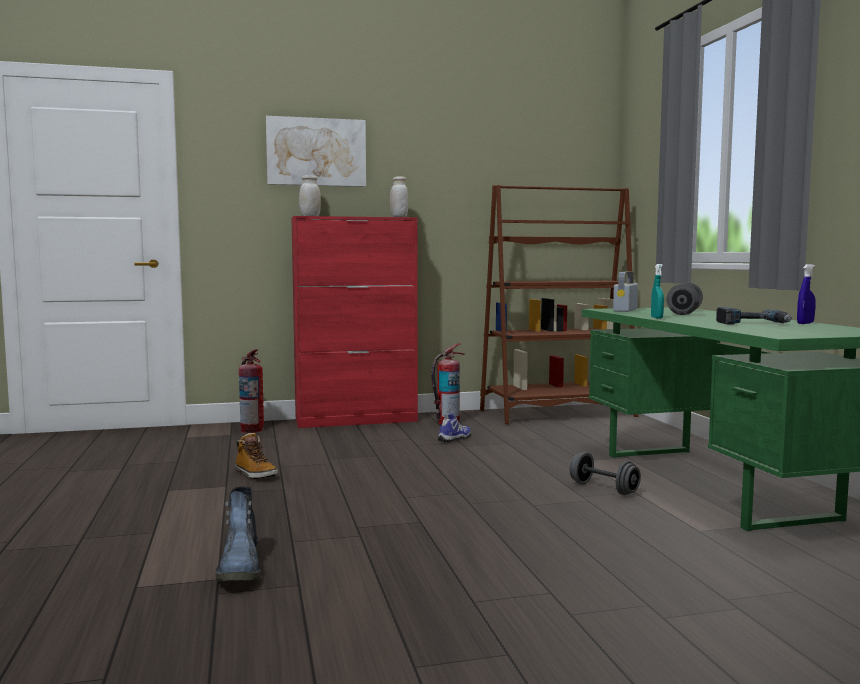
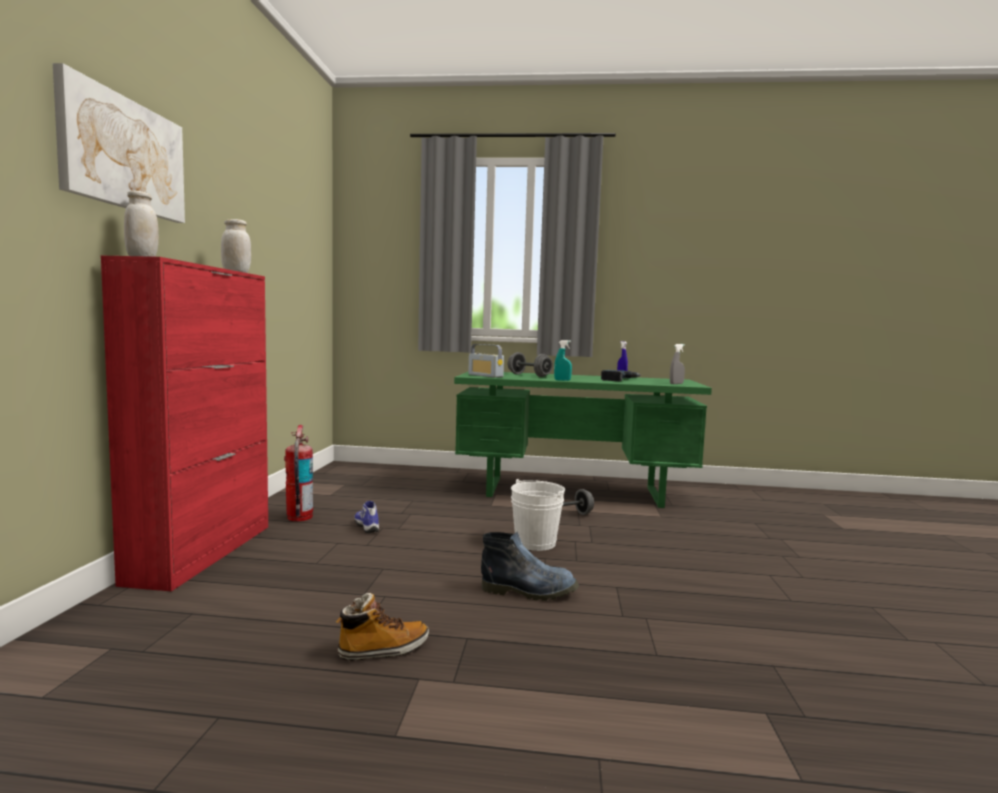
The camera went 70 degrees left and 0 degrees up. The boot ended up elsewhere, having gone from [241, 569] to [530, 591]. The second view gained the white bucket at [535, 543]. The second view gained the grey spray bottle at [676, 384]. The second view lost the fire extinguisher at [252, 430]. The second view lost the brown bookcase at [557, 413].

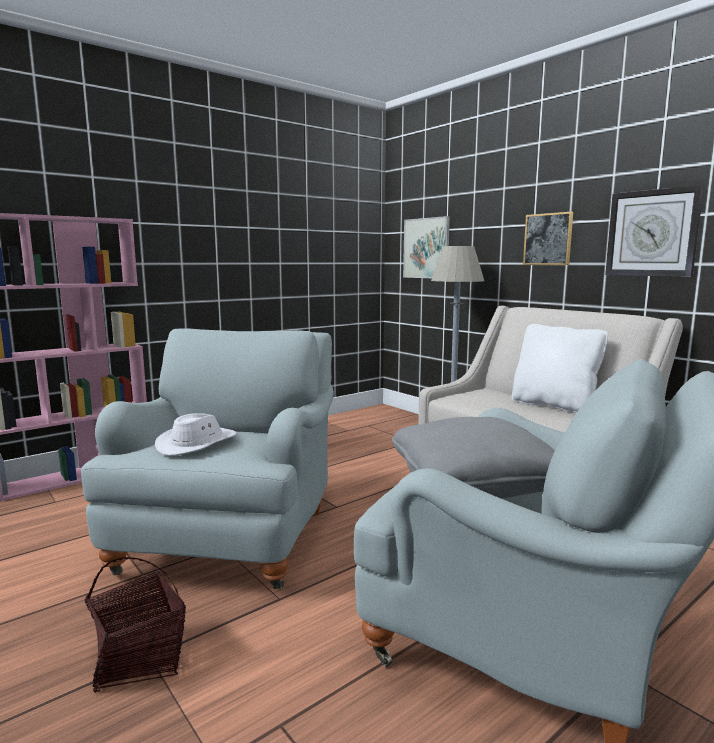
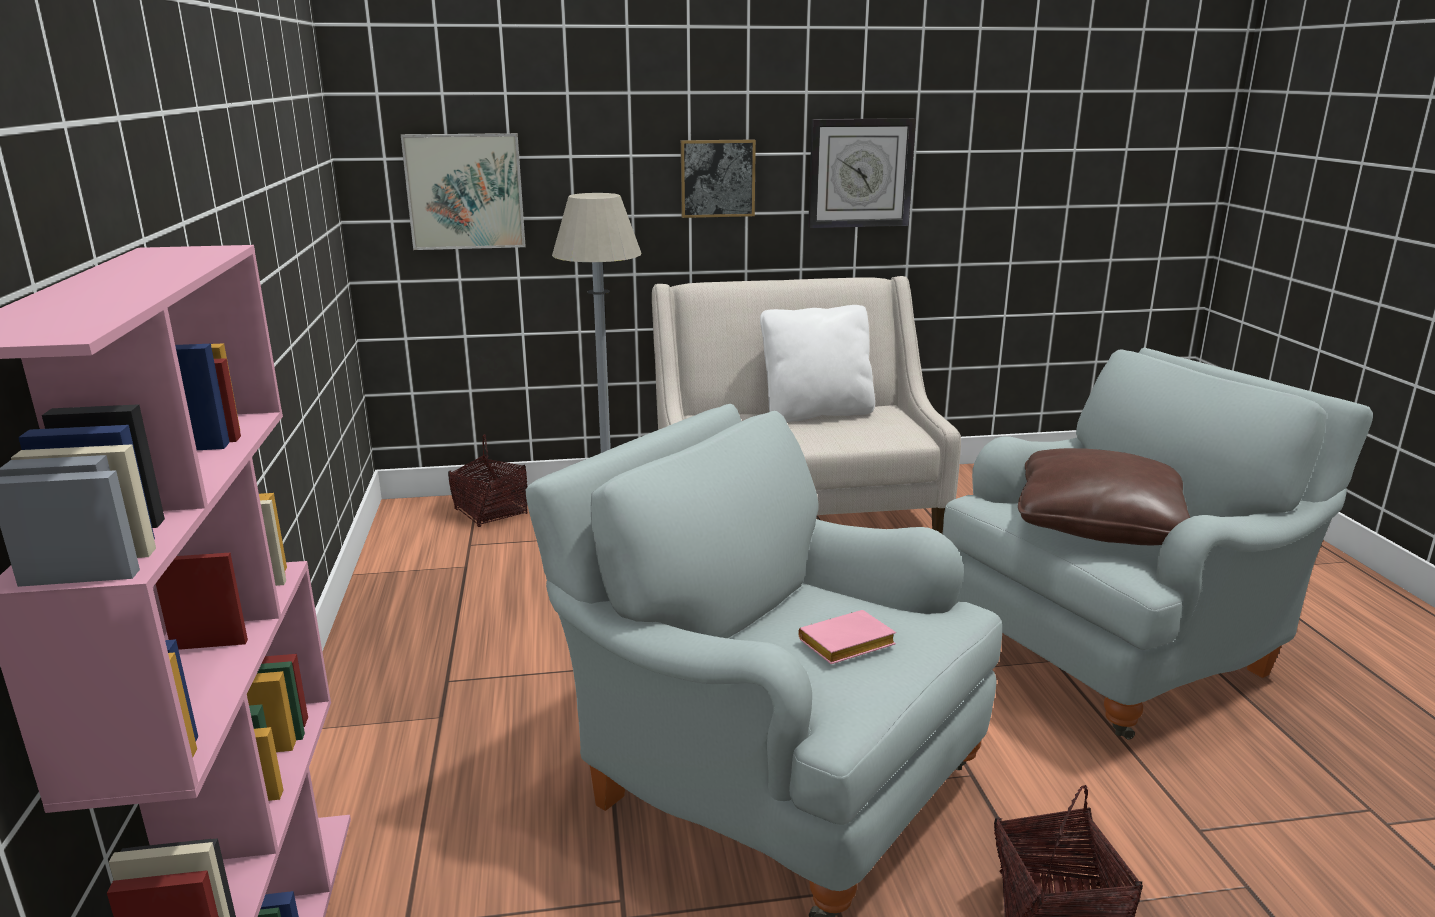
The camera went 60 degrees left and 10 degrees up. The second view gained the basket at [491, 512]. Where the white hat stood at [197, 443], the pink book came to stand at [846, 646]. What was the grey pillow at [473, 484] turned into the brown pillow at [1098, 524].

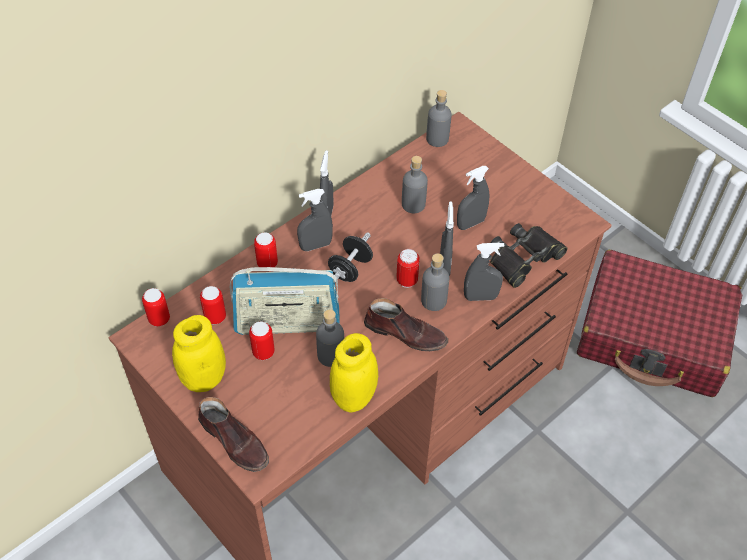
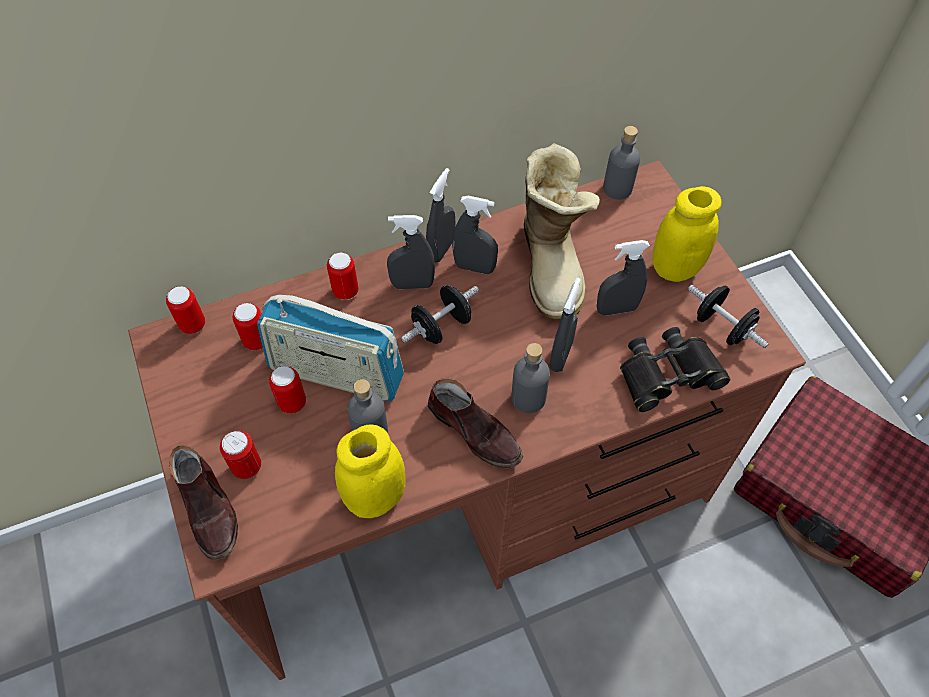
The camera went 20 degrees right and 5 degrees up. The can ended up elsewhere, having gone from [407, 281] to [247, 467]. The grey spray bottle ended up elsewhere, having gone from [480, 297] to [474, 267]. Where the grey bottle stood at [413, 204], the boot came to stand at [553, 264]. The yellow jar ended up elsewhere, having gone from [204, 378] to [675, 268]. The second view gained the black dumbbell at [722, 327].

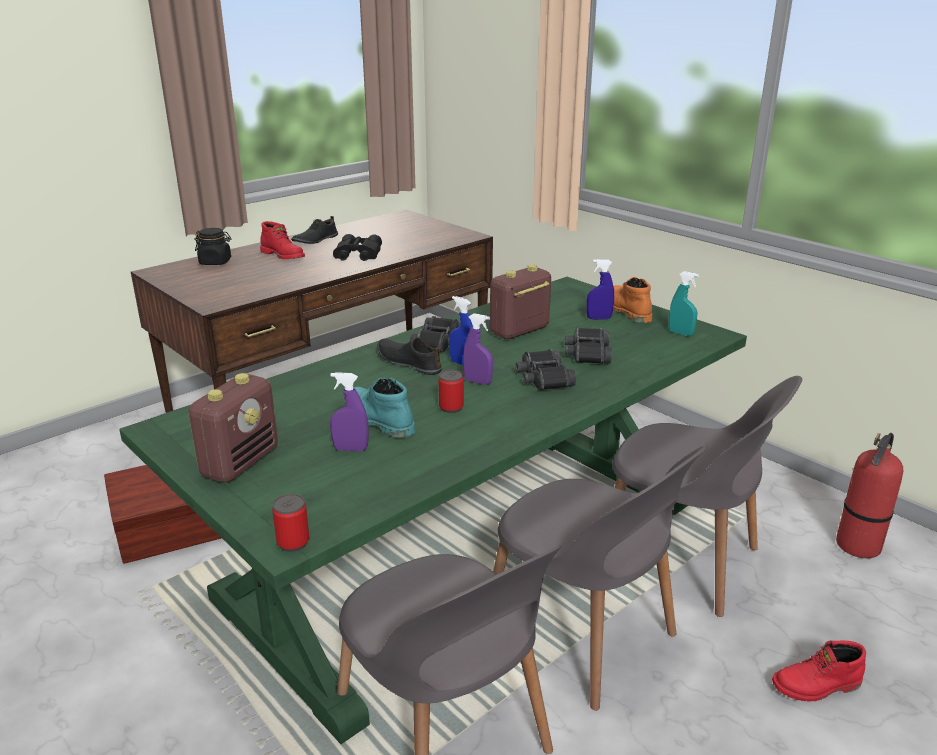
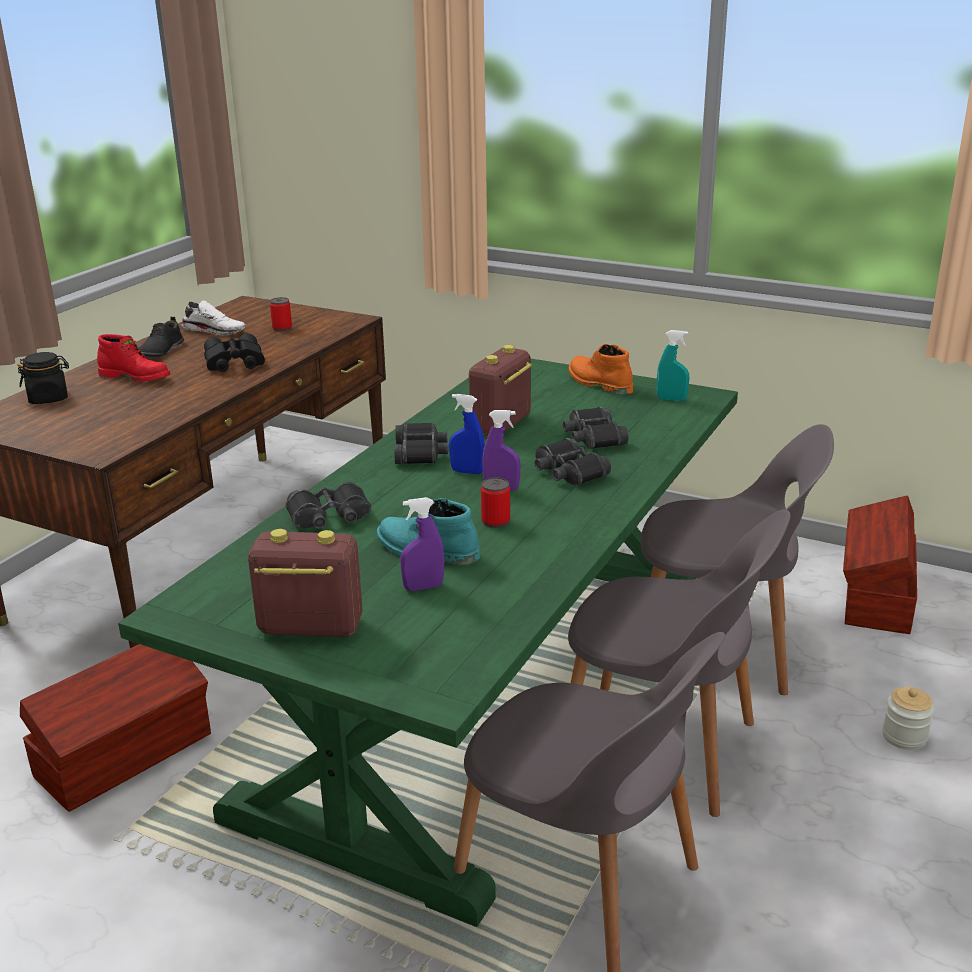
The camera went 20 degrees left and 0 degrees up. The second view gained the white shoe at [215, 330]. The radio at [240, 462] ended up facing another way, 90 degrees counterclockwise from before. The can ended up elsewhere, having gone from [293, 542] to [282, 328]. The second view gained the black binoculars at [329, 517]. Where the fire extinguisher stood at [858, 546], the brown storage box came to stand at [875, 595]. Where the red boot stood at [816, 687], the jar came to stand at [904, 737]. The second view lost the black shoe at [408, 362]. The second view lost the blue spray bottle at [599, 318].

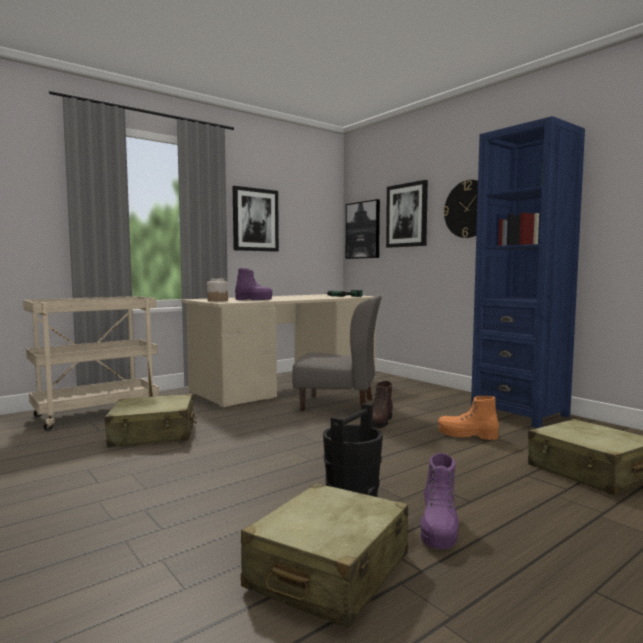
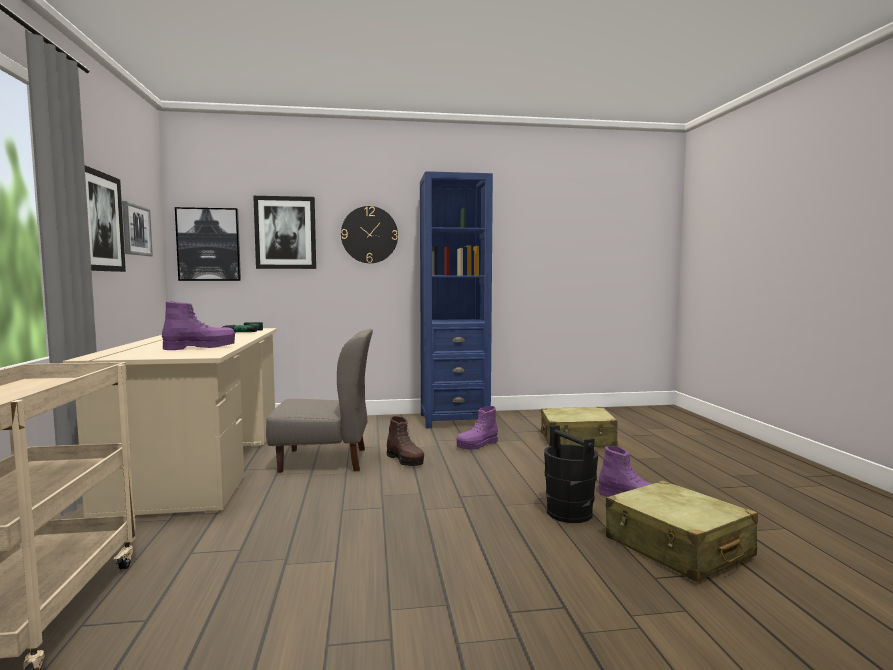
The camera went 60 degrees left and 0 degrees up. The second view gained the picture at [136, 230]. The grey chair at [338, 404] ended up facing another way, 45 degrees clockwise from before. What was the orange boot at [467, 435] turned into the purple boot at [477, 445]. The second view lost the beige suitcase at [153, 434]. The second view lost the jar at [217, 301].

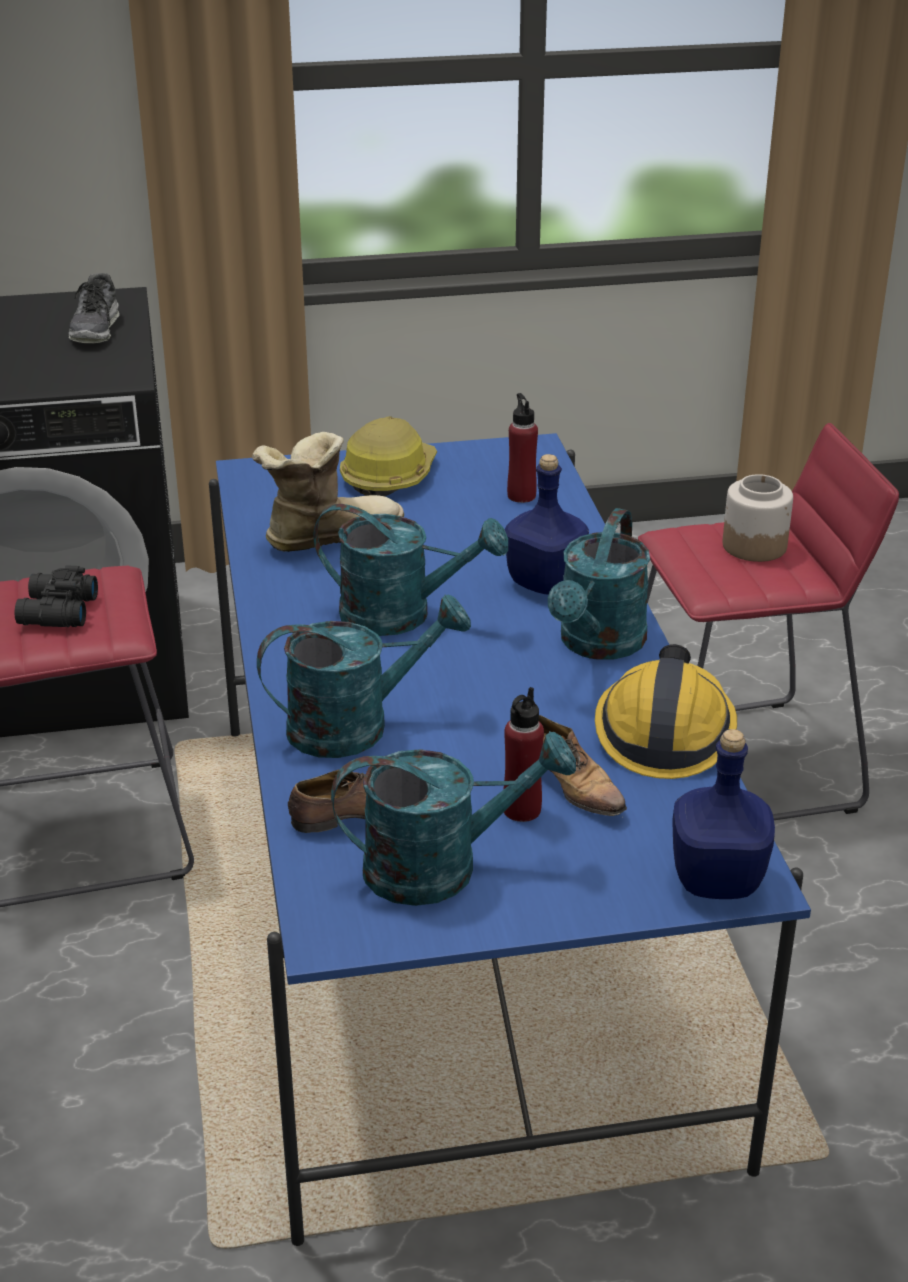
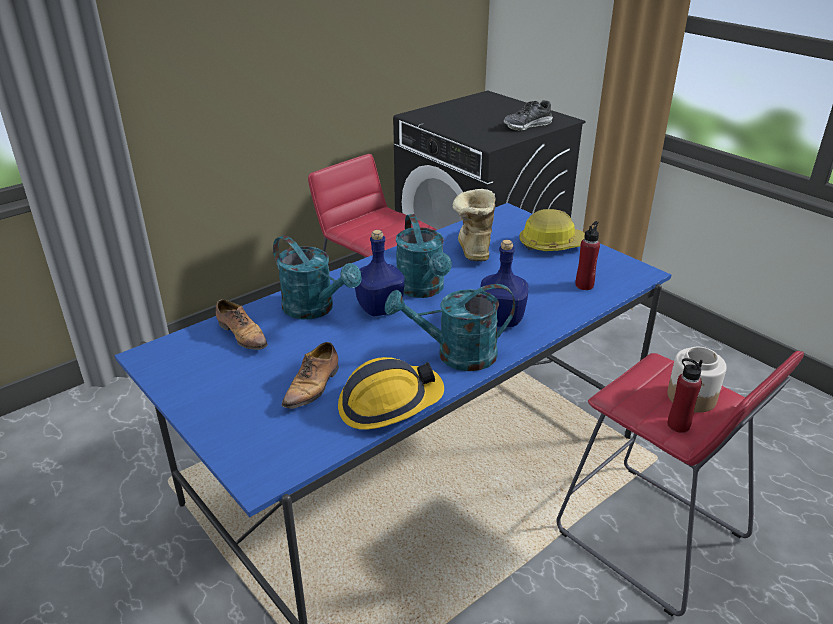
The camera went 60 degrees right and 0 degrees up. The blue bottle ended up elsewhere, having gone from [715, 880] to [379, 308]. The boot at [328, 536] ended up facing another way, 120 degrees counterclockwise from before. The red bottle ended up elsewhere, having gone from [521, 810] to [678, 425]. The second view lost the black binoculars at [56, 612]. The second view lost the turquoise watering can at [441, 866].

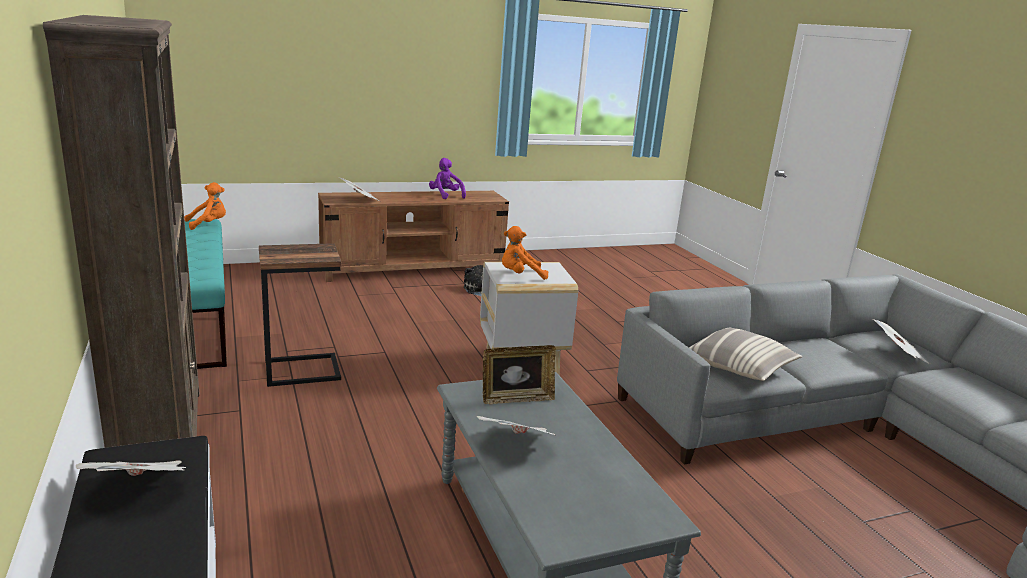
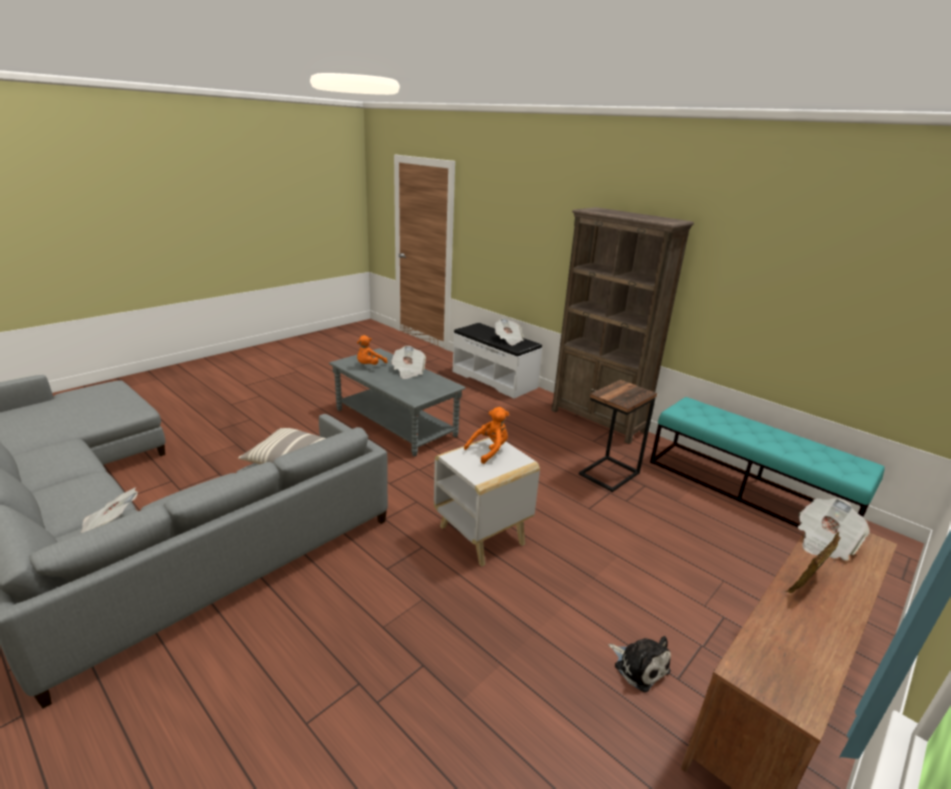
The camera went 155 degrees right and 5 degrees up. The orange plush toy ended up elsewhere, having gone from [208, 224] to [369, 366]. The picture frame ended up elsewhere, having gone from [516, 399] to [807, 582]. The second view lost the purple plush toy at [445, 195].

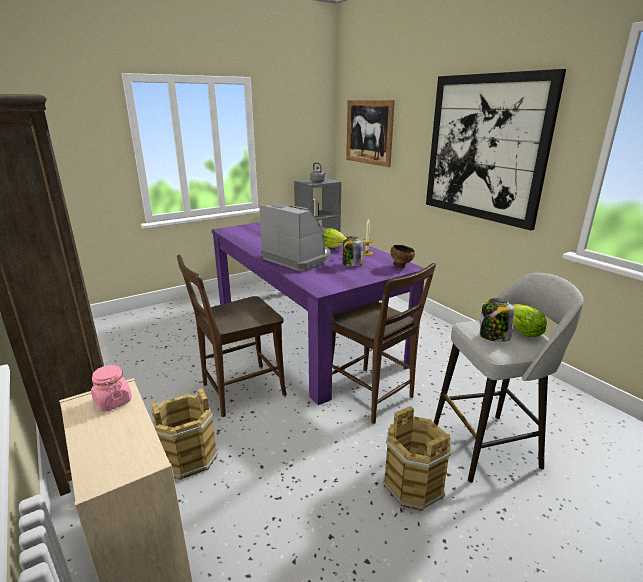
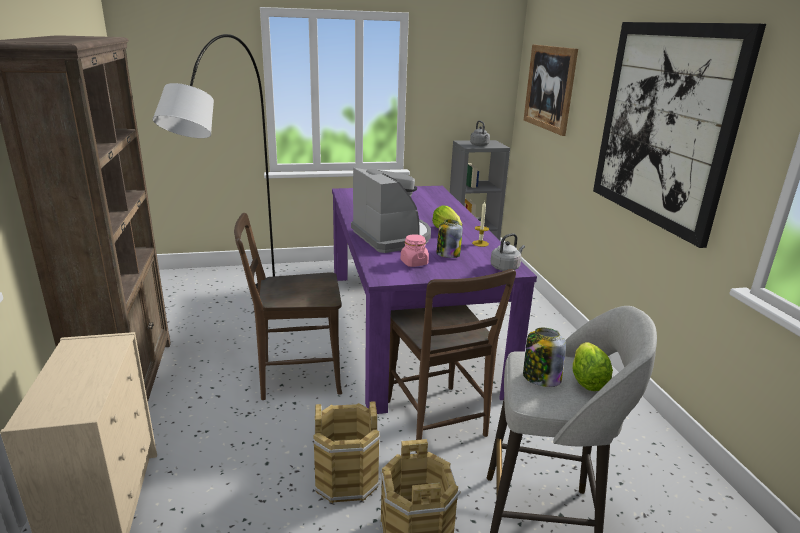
The camera went 20 degrees right and 0 degrees up. The second view gained the grey floor lamp at [242, 322]. The brown bucket ended up elsewhere, having gone from [188, 457] to [346, 478]. The pink jar ended up elsewhere, having gone from [113, 401] to [414, 263]. Where the brown bowl stood at [401, 266], the grey kettle came to stand at [506, 267].

